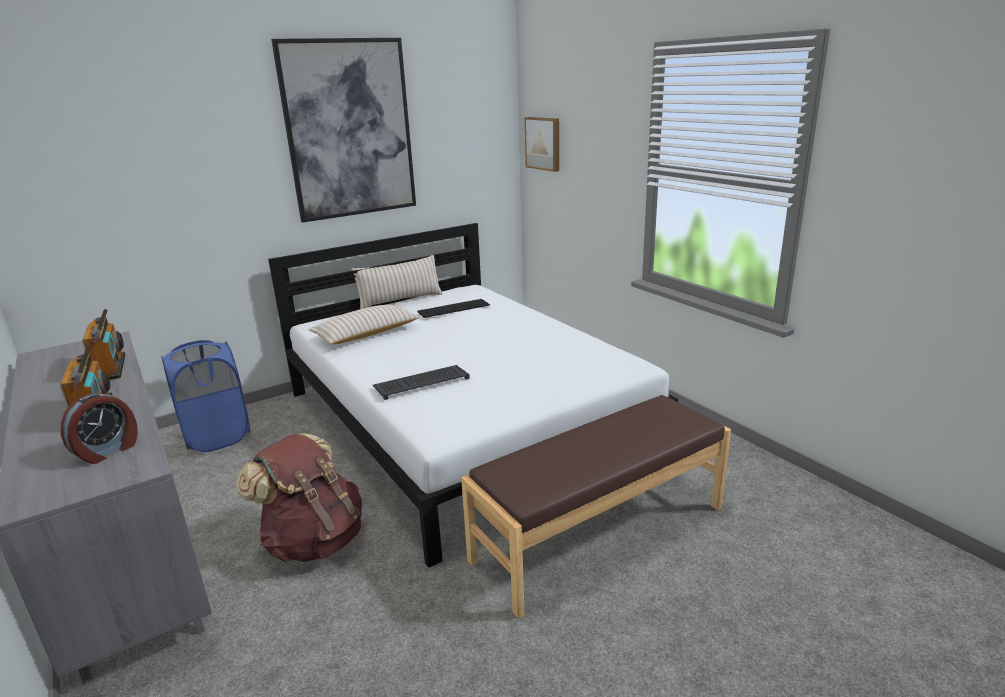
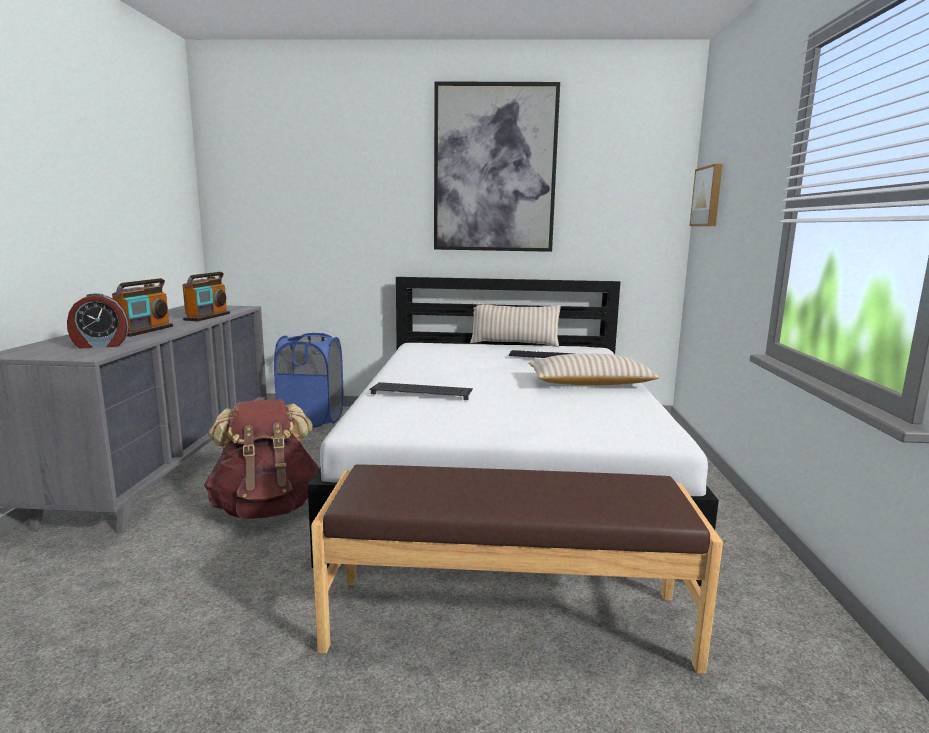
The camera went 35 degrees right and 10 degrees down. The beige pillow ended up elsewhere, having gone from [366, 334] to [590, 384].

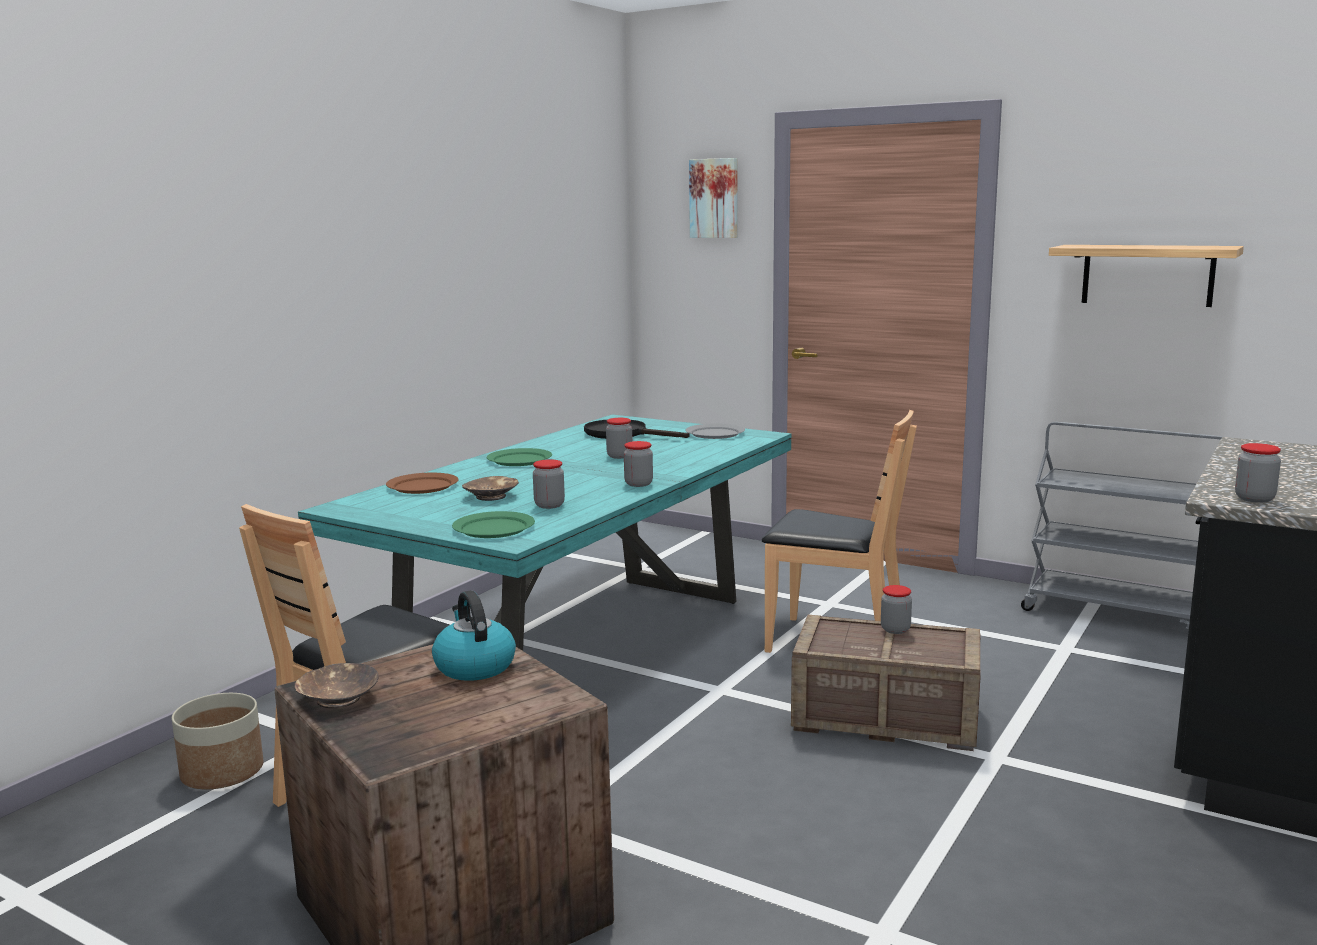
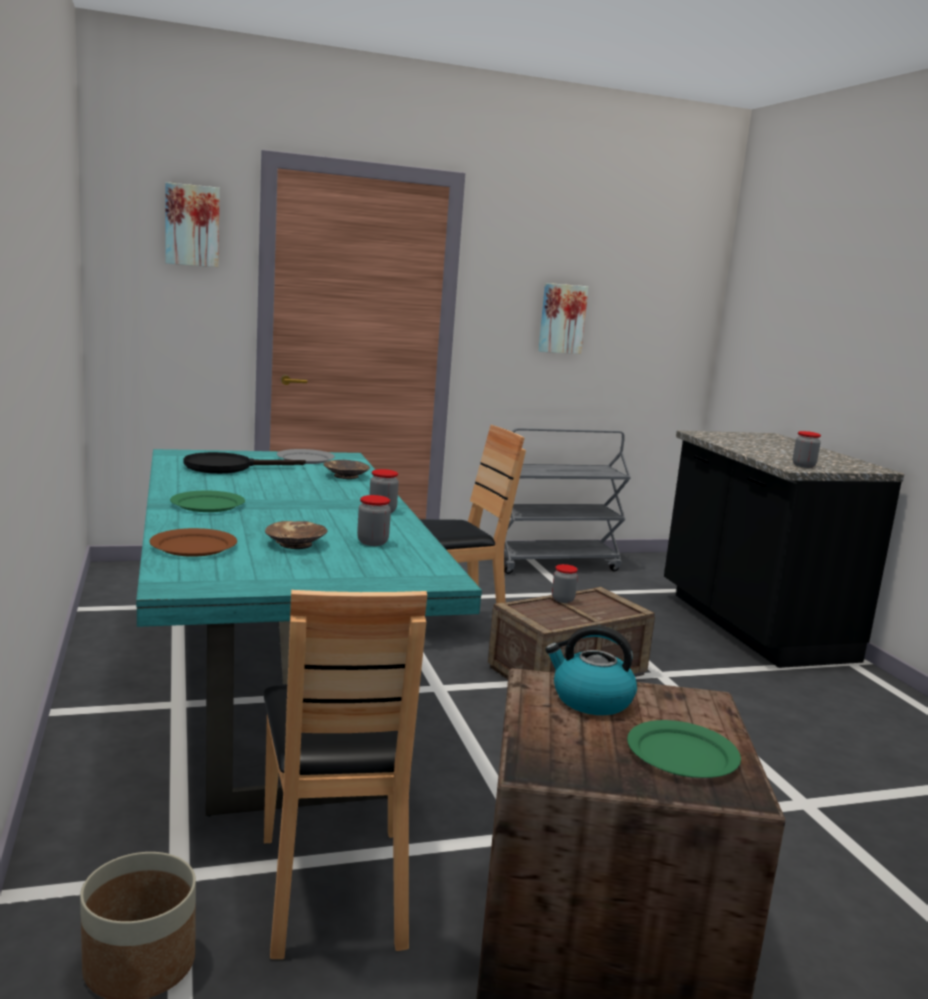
The camera went 50 degrees left and 0 degrees up. The brown bowl ended up elsewhere, having gone from [337, 698] to [345, 476]. Where the shelf hung at [1147, 275], the picture came to hang at [562, 318]. The green plate ended up elsewhere, having gone from [494, 528] to [681, 754]. The second view lost the jar at [619, 456].

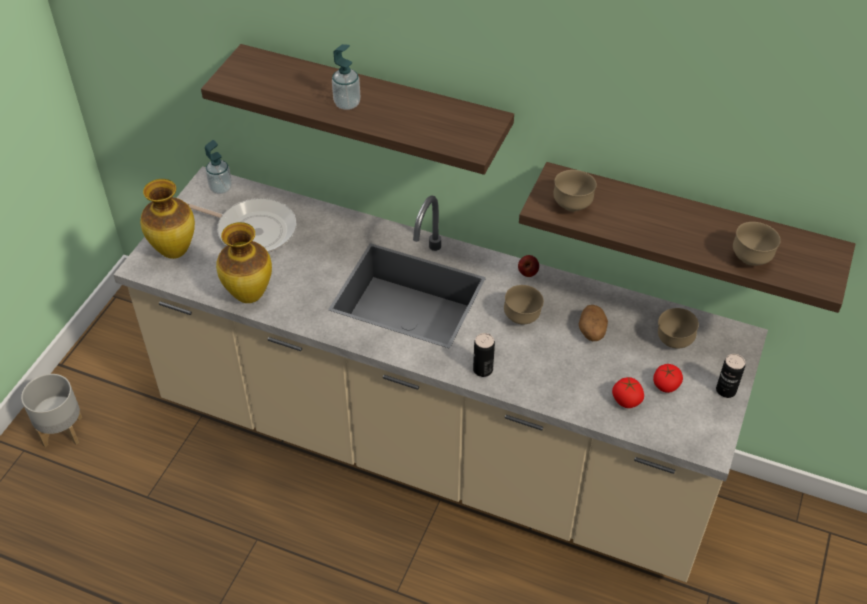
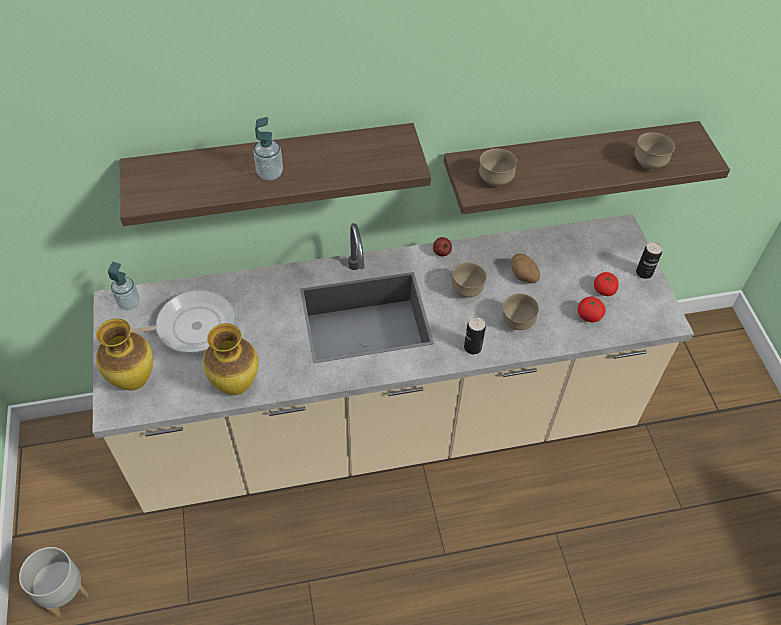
The camera went 35 degrees left and 5 degrees up. The brown bowl ended up elsewhere, having gone from [673, 341] to [517, 323].

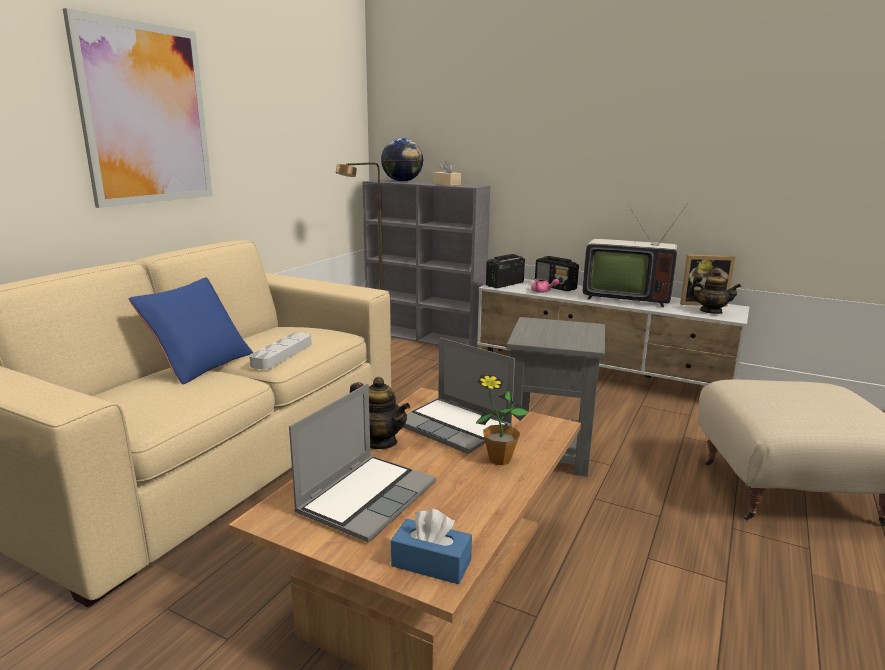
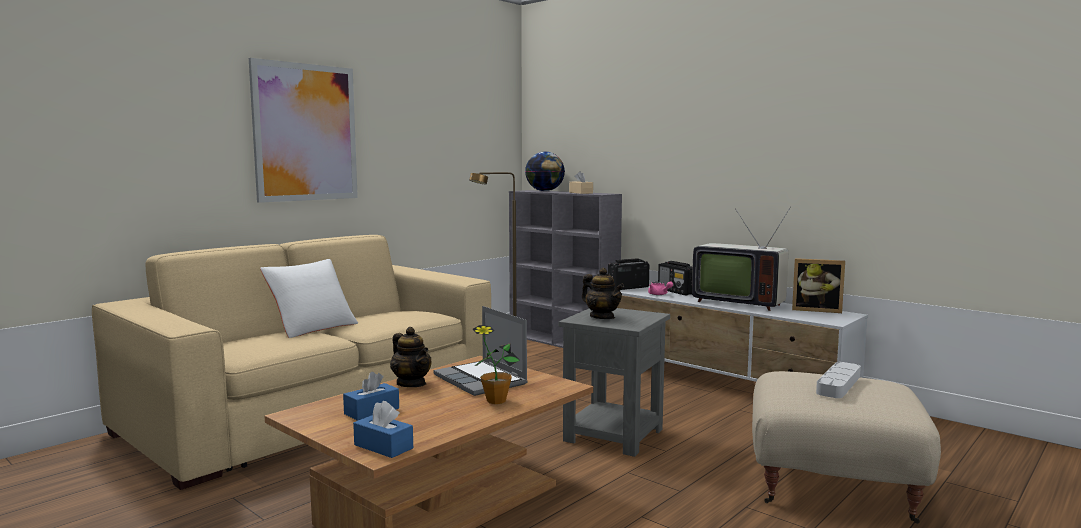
The camera went 15 degrees right and 10 degrees down. What was the blue pillow at [199, 364] turned into the white pillow at [312, 327]. Where the laptop stood at [367, 497], the blue tissue box came to stand at [372, 411]. The teapot ended up elsewhere, having gone from [710, 311] to [602, 317]. The grey tray ended up elsewhere, having gone from [282, 354] to [838, 384].

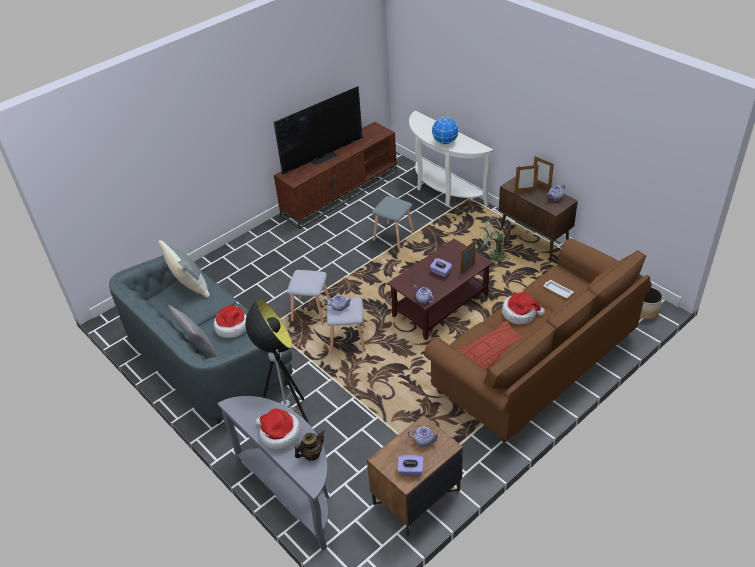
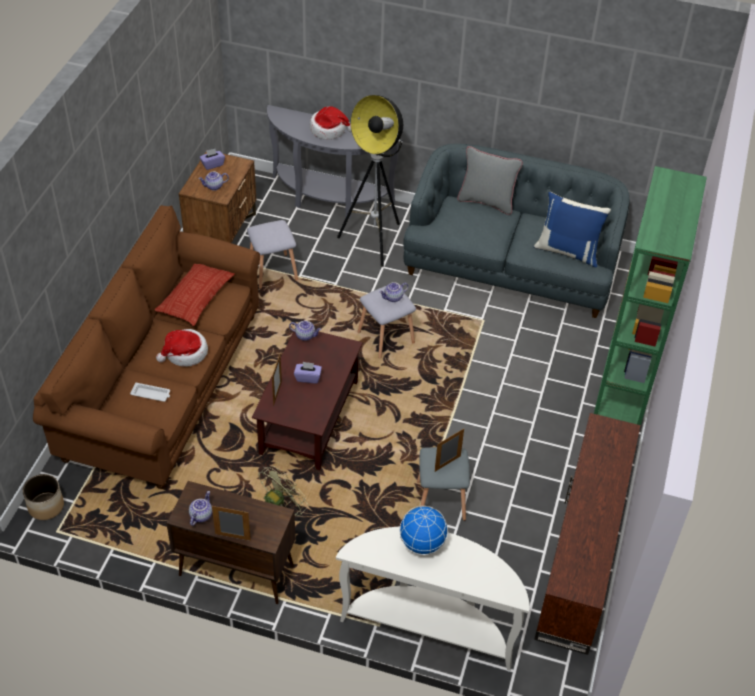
The camera went 145 degrees right and 5 degrees up. The grey stool ended up elsewhere, having gone from [311, 310] to [273, 272]. The picture frame ended up elsewhere, having gone from [525, 190] to [447, 464]. What was the grey pillow at [189, 286] turned into the blue pillow at [568, 251]. The second view gained the green bookcase at [622, 391]. The second view lost the hat at [232, 326]. The second view lost the television at [323, 157]. The second view lost the teapot at [311, 454].

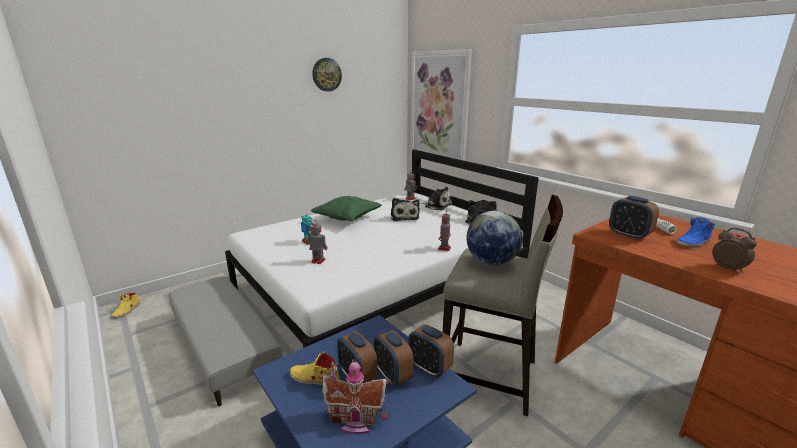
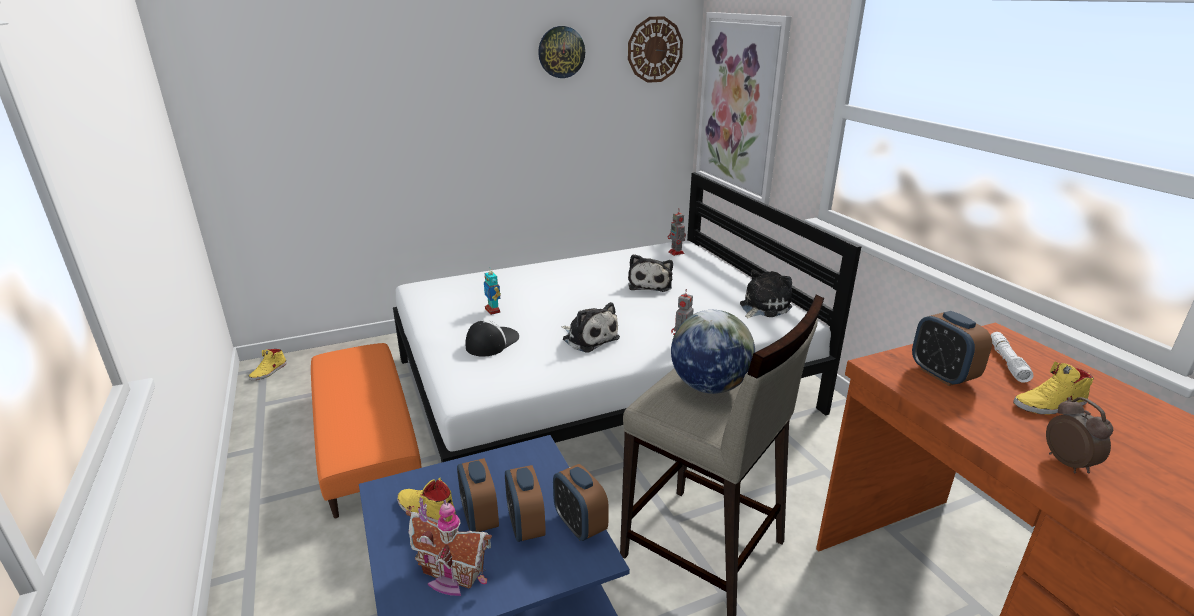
The camera went 15 degrees right and 5 degrees up. What was the grey ottoman at [224, 345] turned into the orange ottoman at [366, 439]. Where the toy robot stood at [317, 261], the cap came to stand at [491, 342]. The plush toy ended up elsewhere, having gone from [437, 205] to [589, 338]. The second view gained the wall clock at [655, 49]. What was the blue shoe at [693, 242] turned into the yellow shoe at [1050, 405]. The second view lost the green pillow at [347, 219].

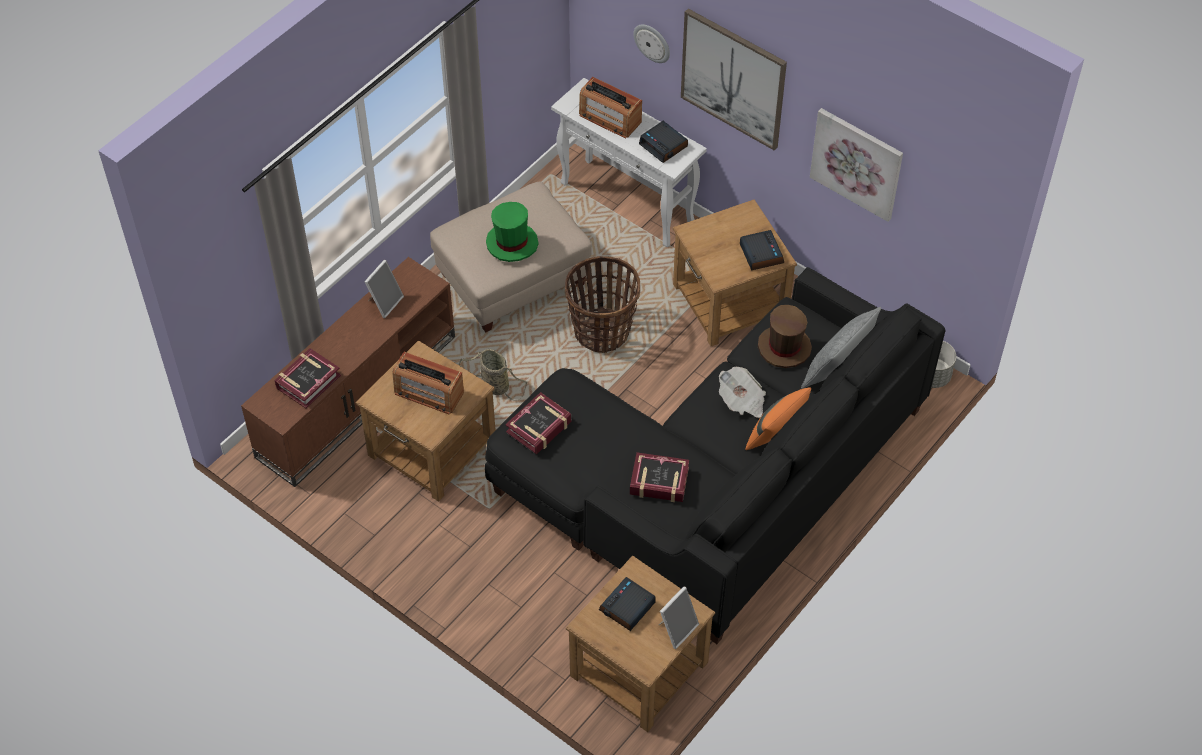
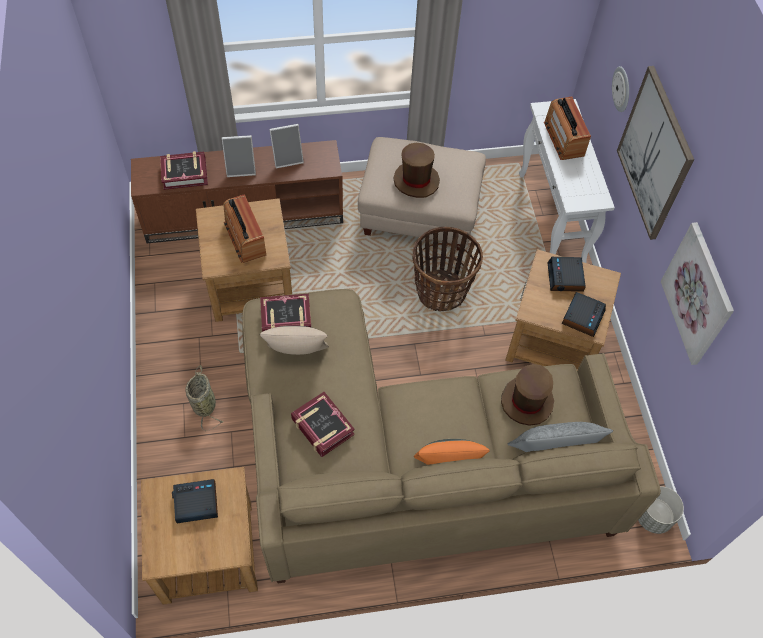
The camera went 40 degrees right and 5 degrees up. The basket ended up elsewhere, having gone from [494, 385] to [204, 404]. The picture frame ended up elsewhere, having gone from [677, 629] to [241, 168]. What was the black sofa at [717, 481] turned into the beige sofa at [407, 461]. The second view gained the beige pillow at [297, 355]. What was the green hat at [512, 243] turned into the brown hat at [416, 180]. The alarm clock ended up elsewhere, having gone from [664, 145] to [565, 278]. The second view lost the newspaper at [742, 401].

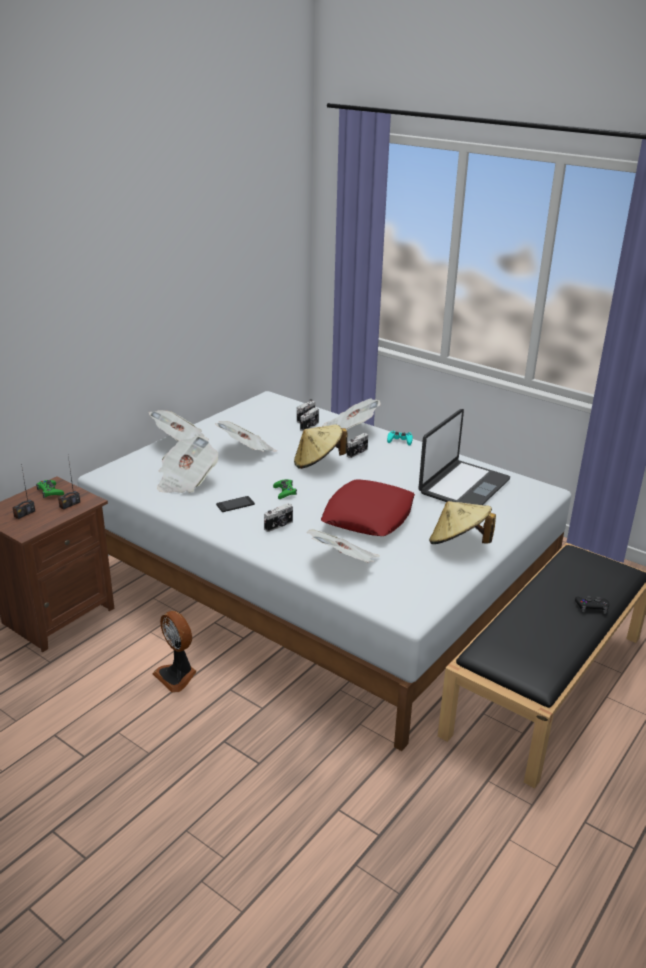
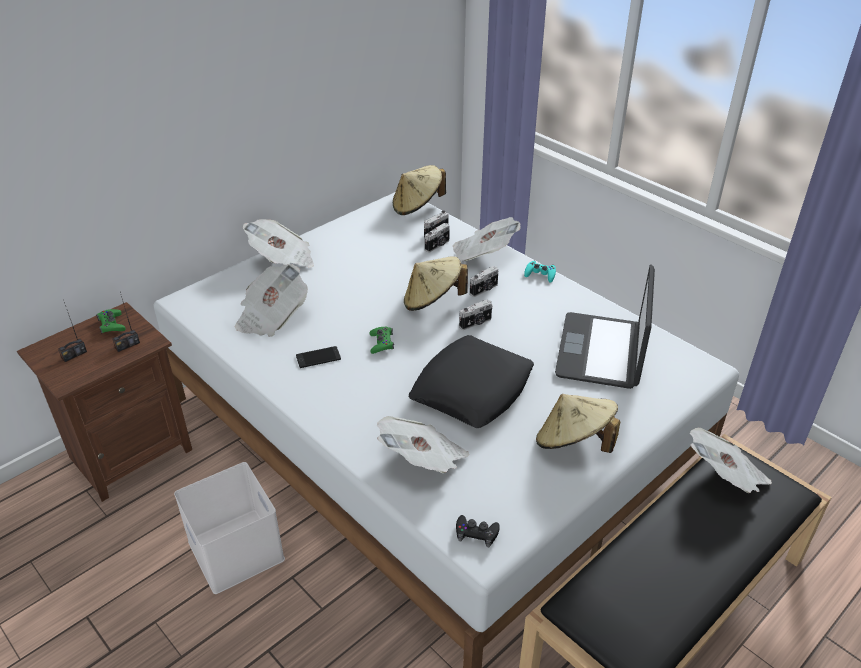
The camera went 10 degrees right and 10 degrees up. Where the fan stood at [177, 675], the white storage box came to stand at [238, 550]. The second view gained the beige hat at [417, 206]. What was the red pillow at [368, 516] turned into the black pillow at [472, 389]. The black game controller ended up elsewhere, having gone from [591, 607] to [476, 533]. The photo camera ended up elsewhere, having gone from [279, 526] to [476, 323]. The laptop at [463, 486] ended up facing another way, 150 degrees clockwise from before. The newspaper ended up elsewhere, having gone from [247, 451] to [725, 477].

